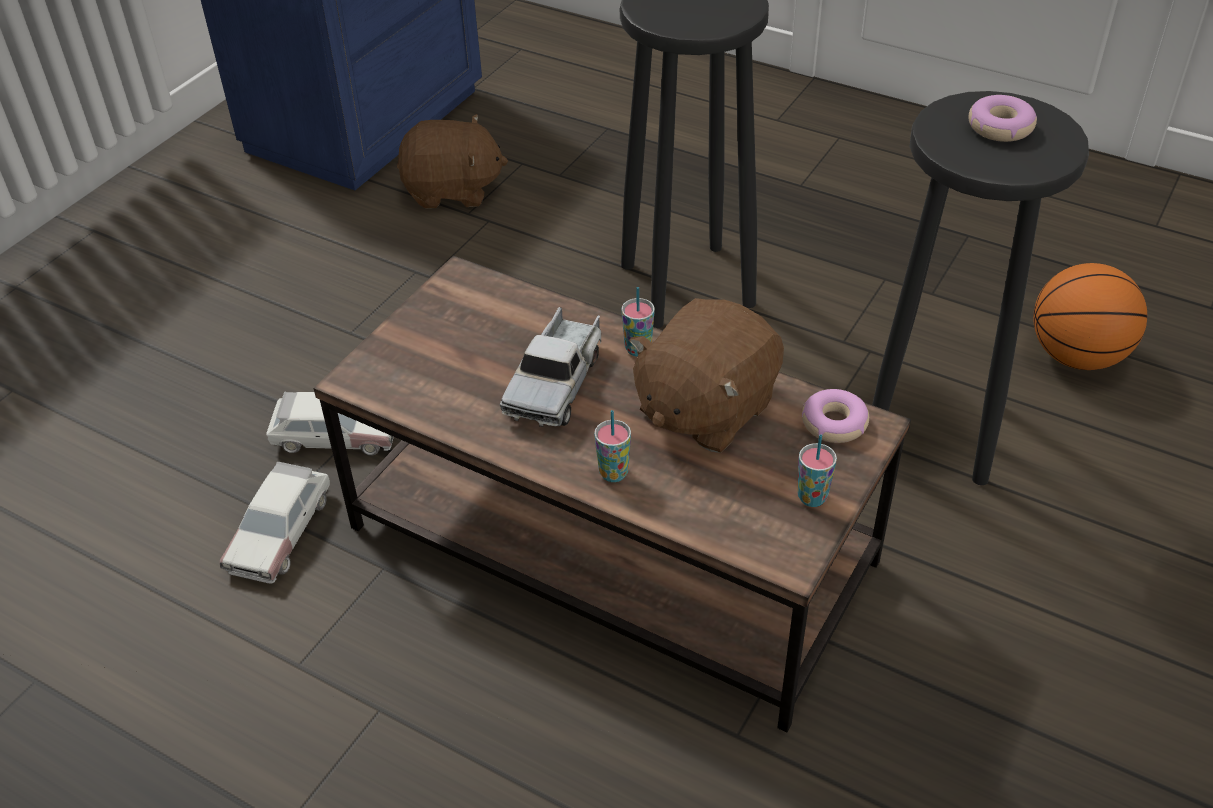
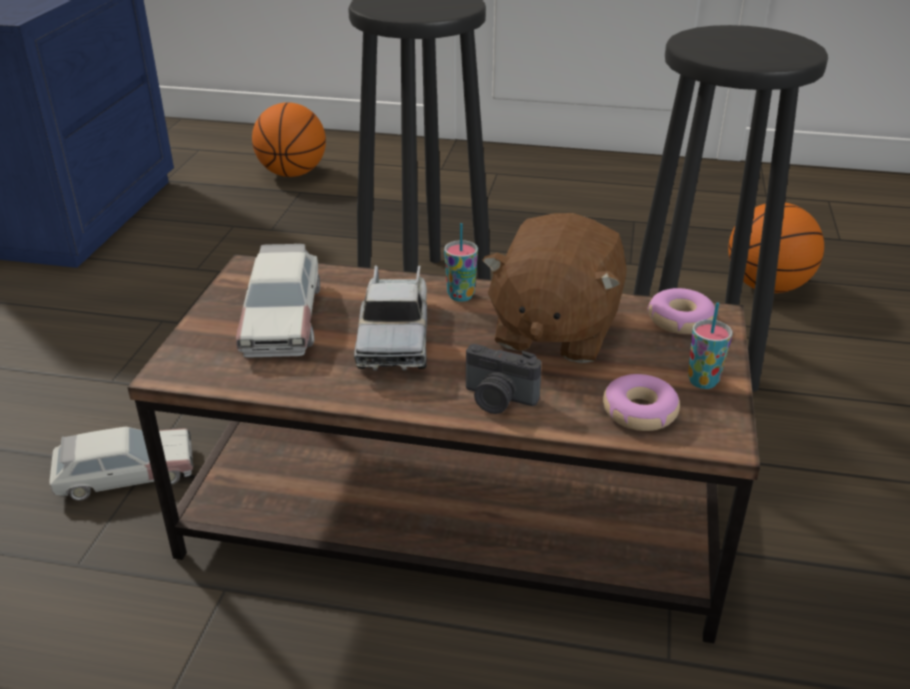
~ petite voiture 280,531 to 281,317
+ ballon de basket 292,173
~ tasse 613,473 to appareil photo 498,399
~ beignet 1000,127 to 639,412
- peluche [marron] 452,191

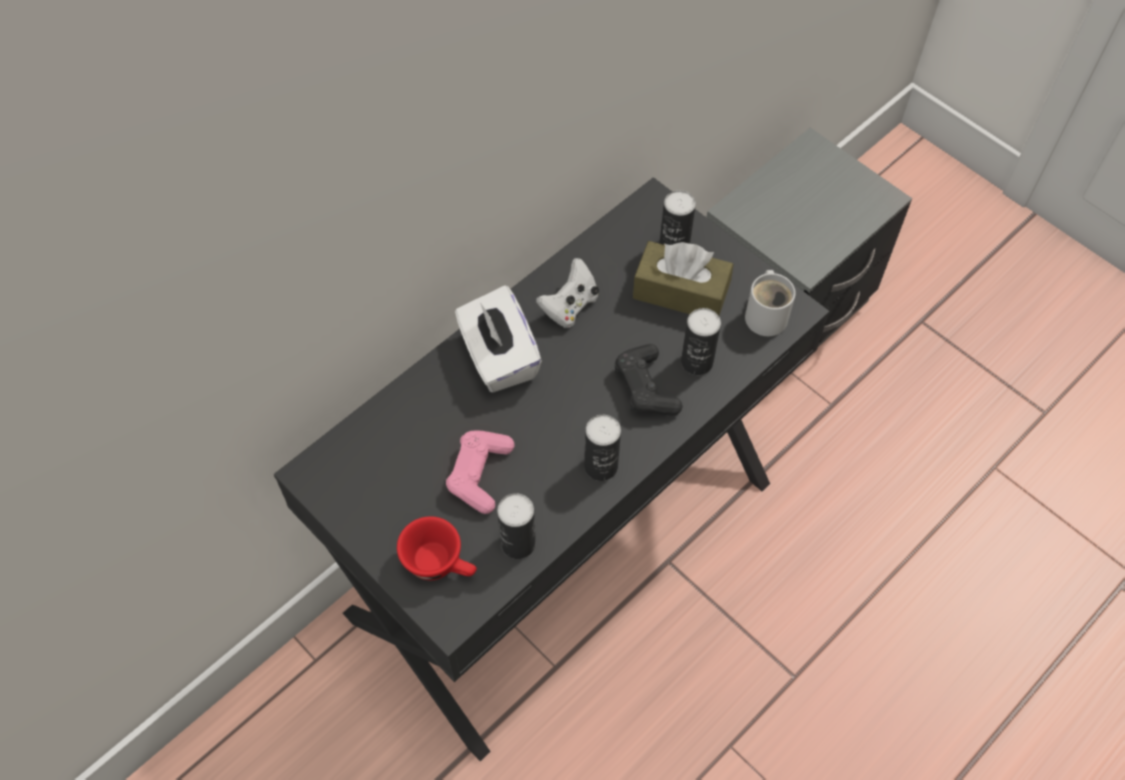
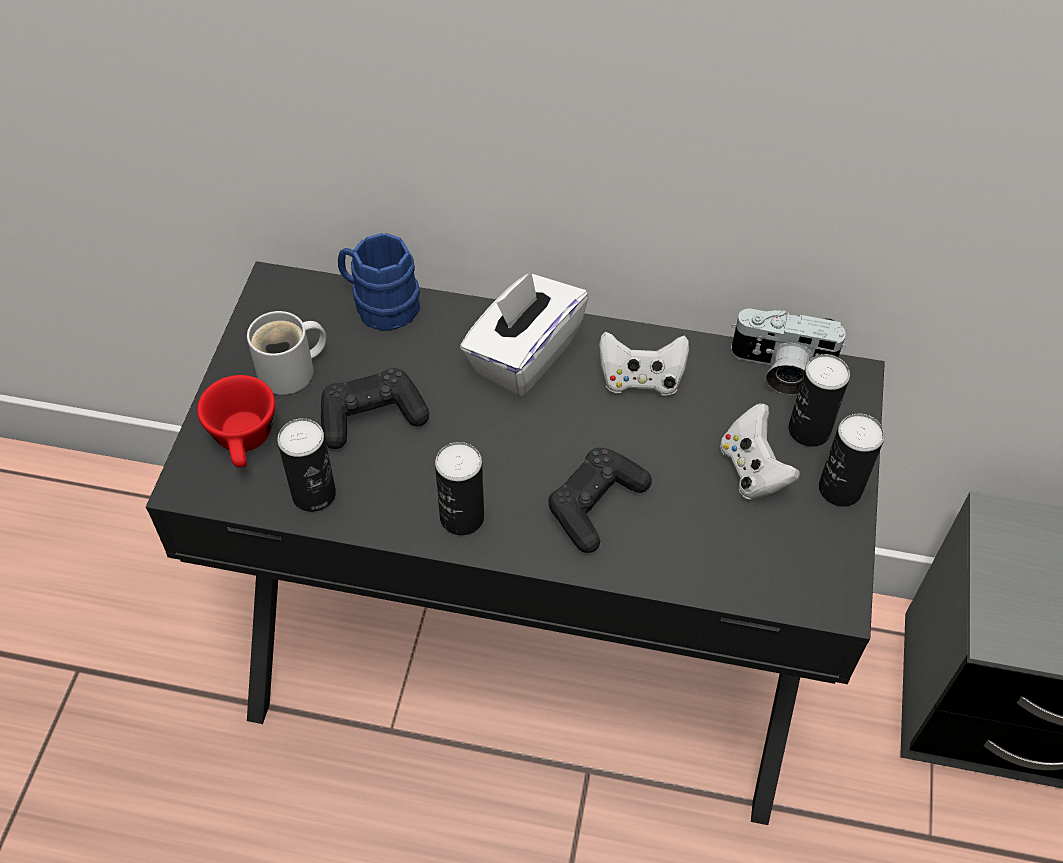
~ mug [blanc] 767,314 to 292,372
~ manette [rose] 480,474 to manette [noir] 372,417
+ mug [bleu] 379,305
~ boîte à mouchoirs [marron] 681,292 to manette [blanc] 752,470
+ appareil photo 780,370
~ boîte métallique 697,362 to 840,489

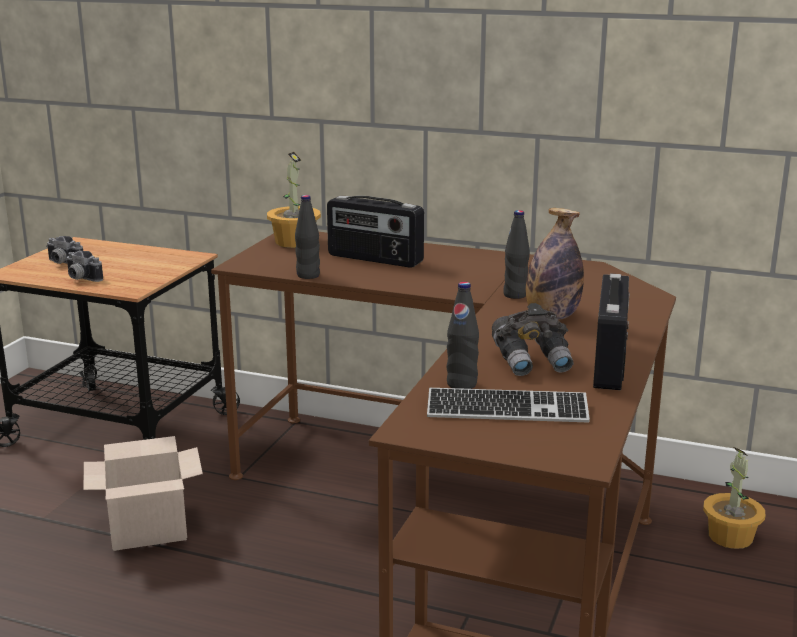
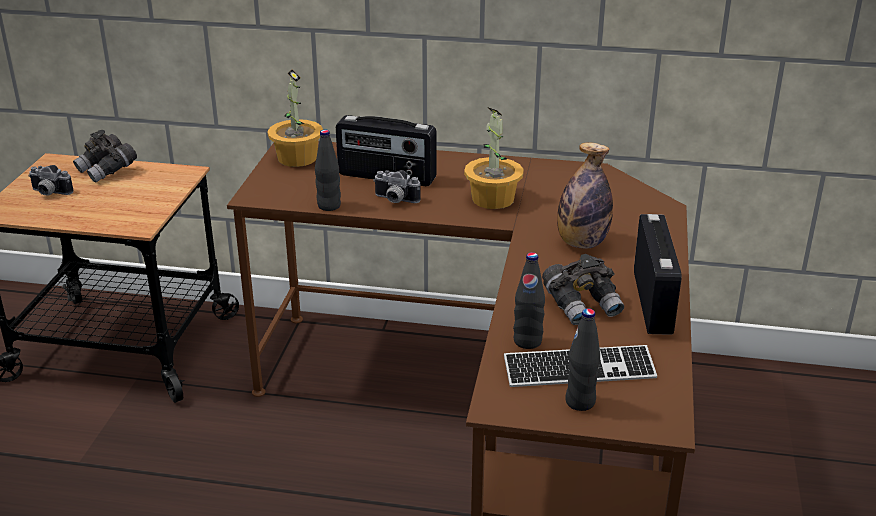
+ jumelles [gris] 108,171
~ appareil photo 80,279 to 394,200
~ plante en pot 730,537 to 492,199
~ bouteille [noir] 515,295 to 580,402
- carton 150,528

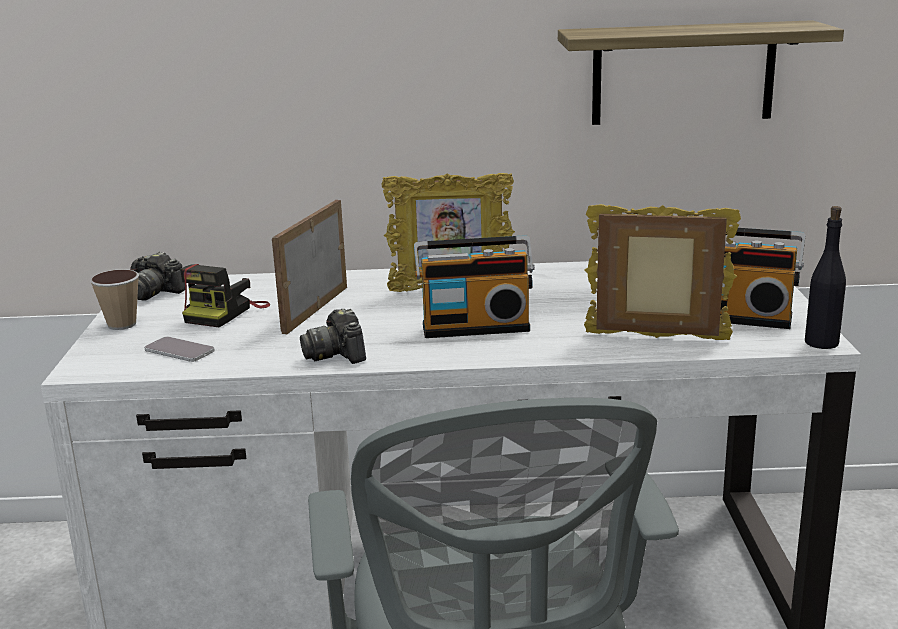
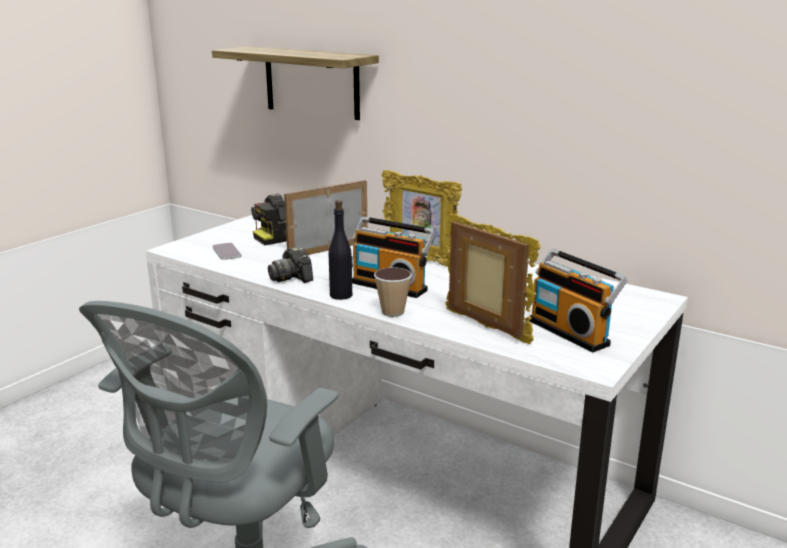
~ étagère 683,73 to 311,82
~ appareil photo 337,354 = 292,277 45 degrees counterclockwise
~ bouteille [noir] 821,342 to 341,295
~ tasse 122,324 to 393,312

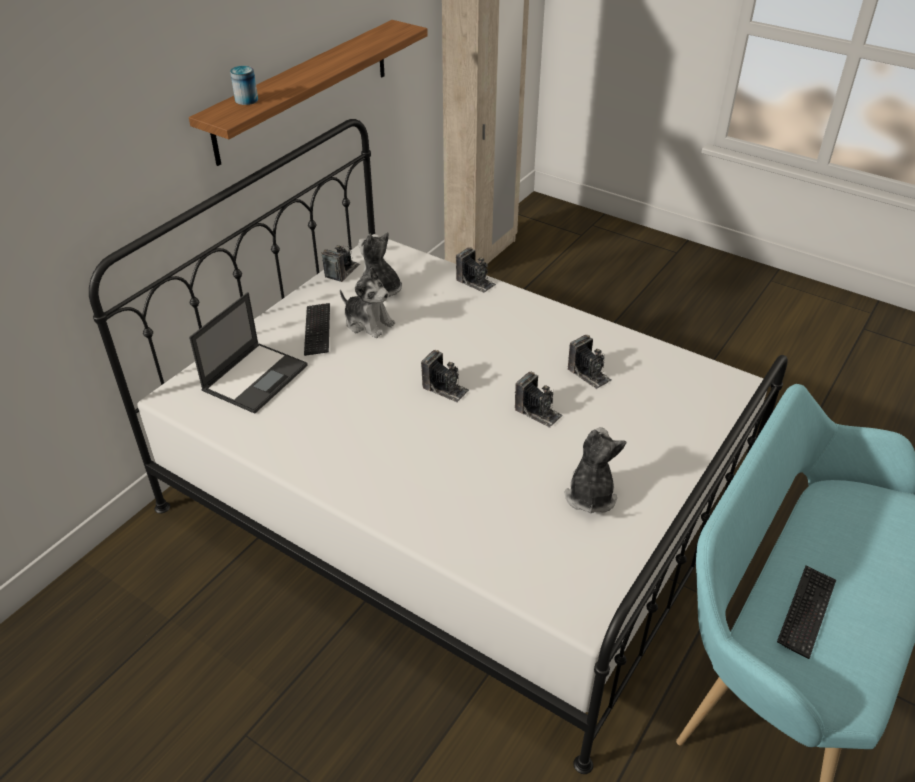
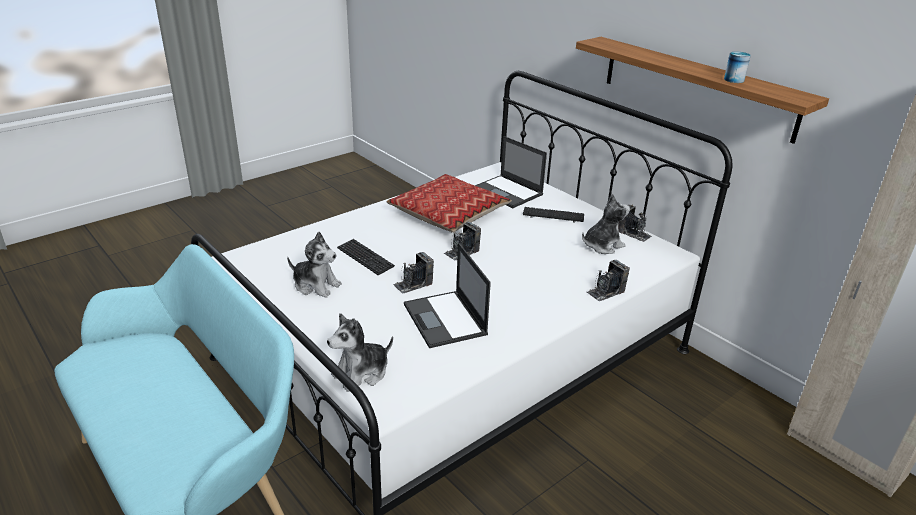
~ peluche 368,323 to 361,373
~ clavier 806,612 to 365,258
+ coussin 449,213
~ appareil photo 589,374 to ordinateur portable 445,320
~ boîte métallique 246,100 to 734,80

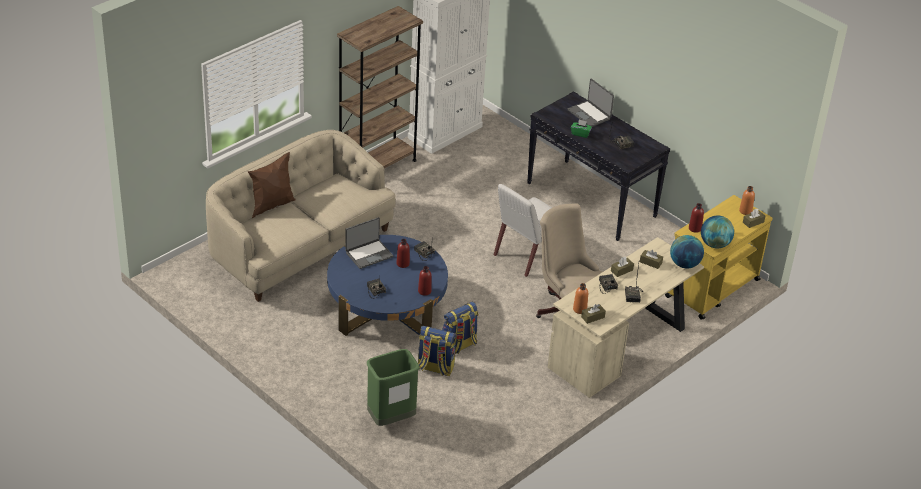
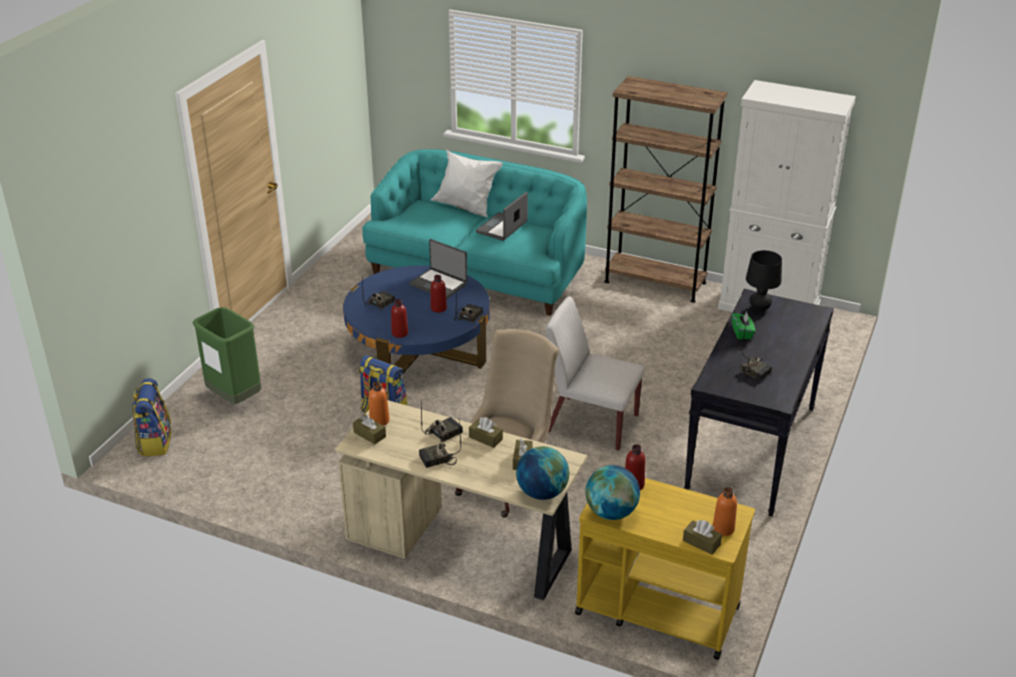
~ sac à dos 435,368 to 154,442
~ canapé [beige] 299,246 to canapé [turquoise] 478,272
~ coussin [marron] 272,206 to coussin [blanc] 466,208
~ ordinateur portable 589,114 to 502,228
+ lampe de table [noir] 759,308

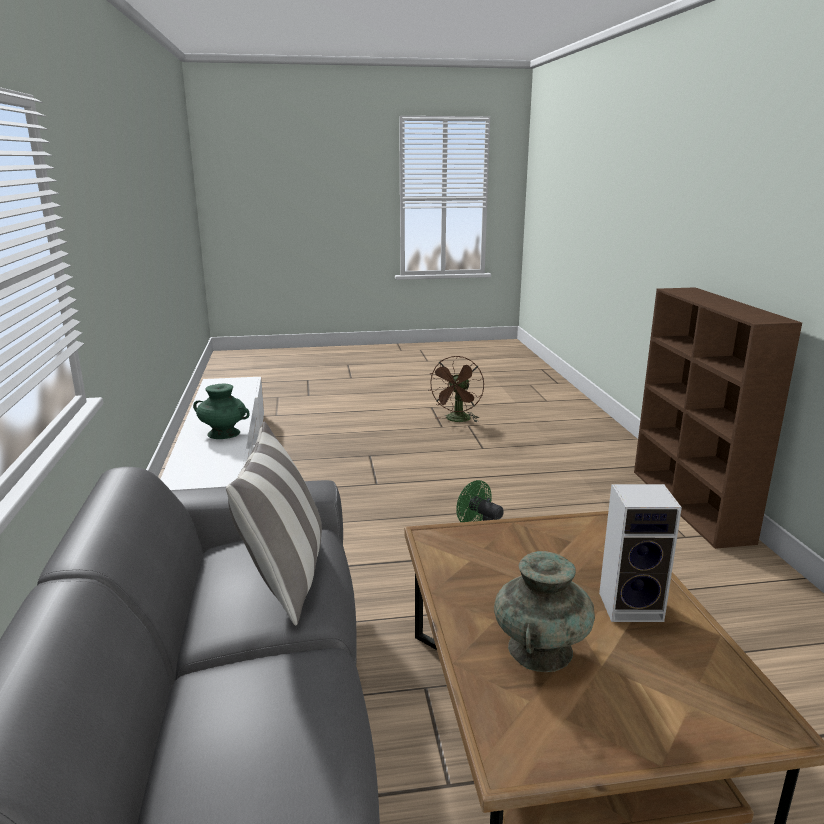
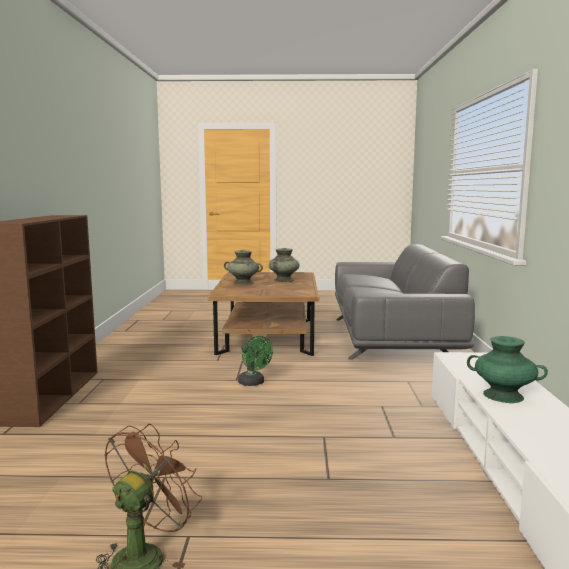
~ enceinte 632,606 to vase [turquoise] 243,283
- coussin 284,579

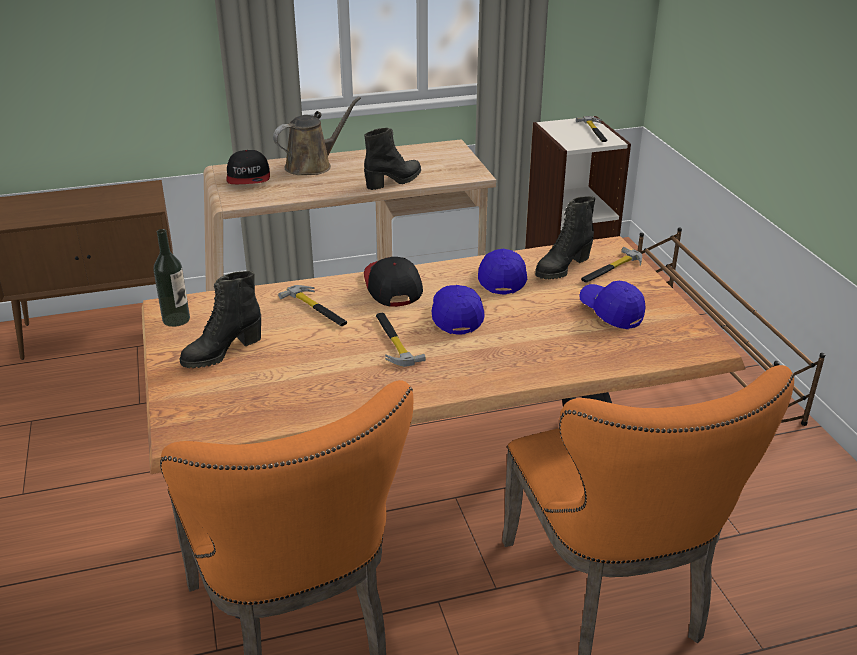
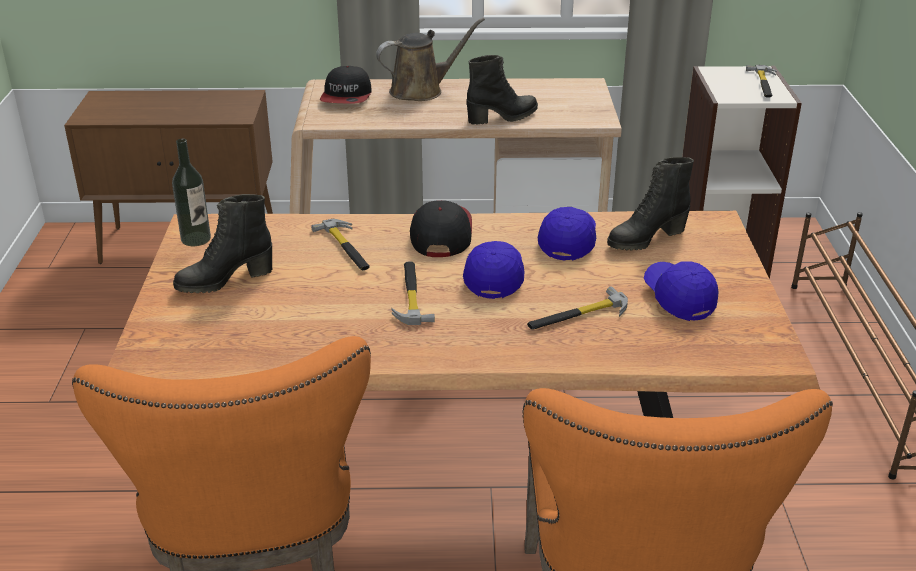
~ marteau 611,269 to 578,316

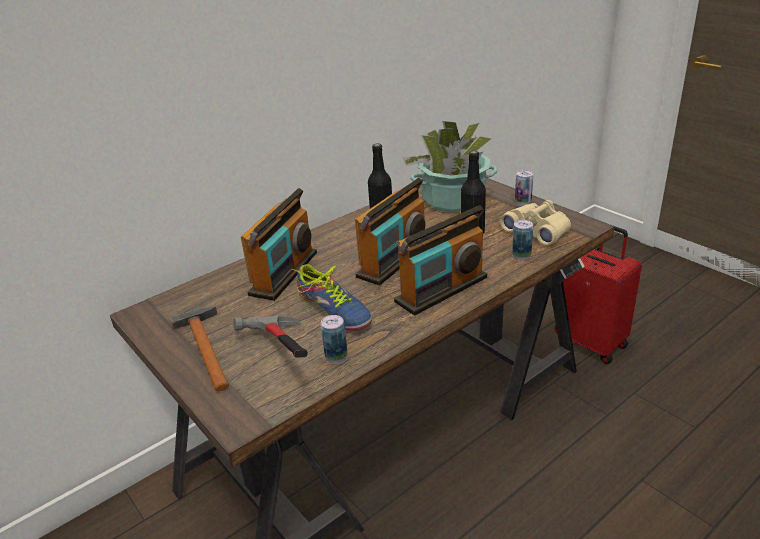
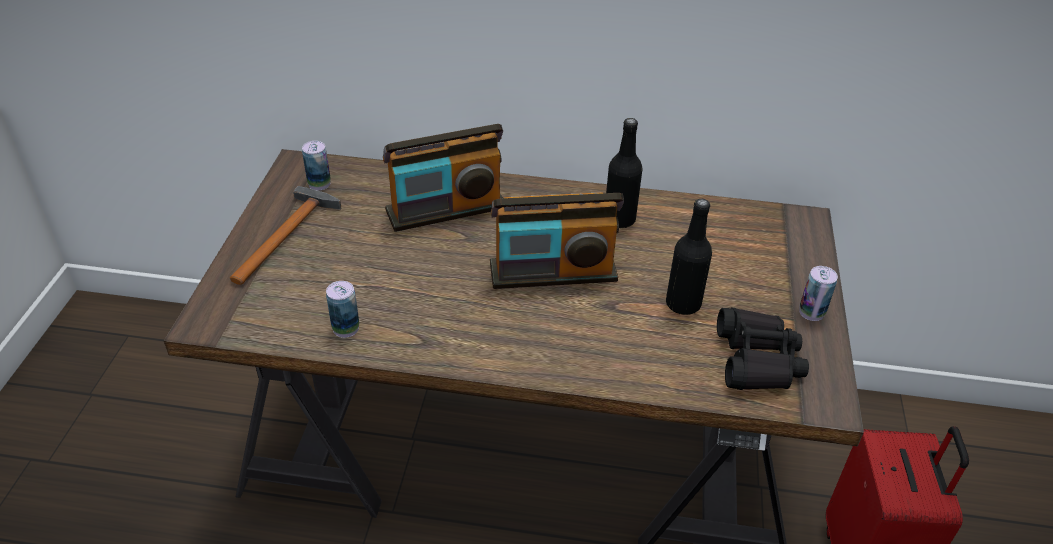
~ boîte métallique 521,256 to 319,184
~ jumelles [beige] 538,230 to jumelles [noir] 757,360
- marteau 277,355
- chaussure 334,309
- radio 442,290
- plante en pot 454,200

